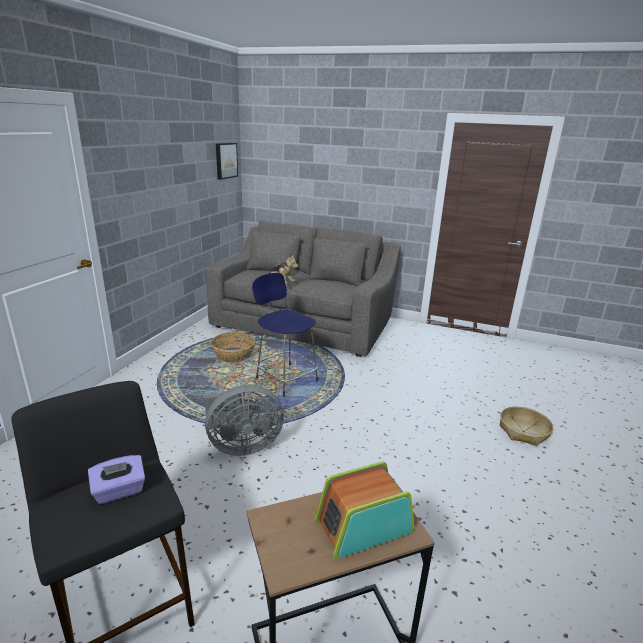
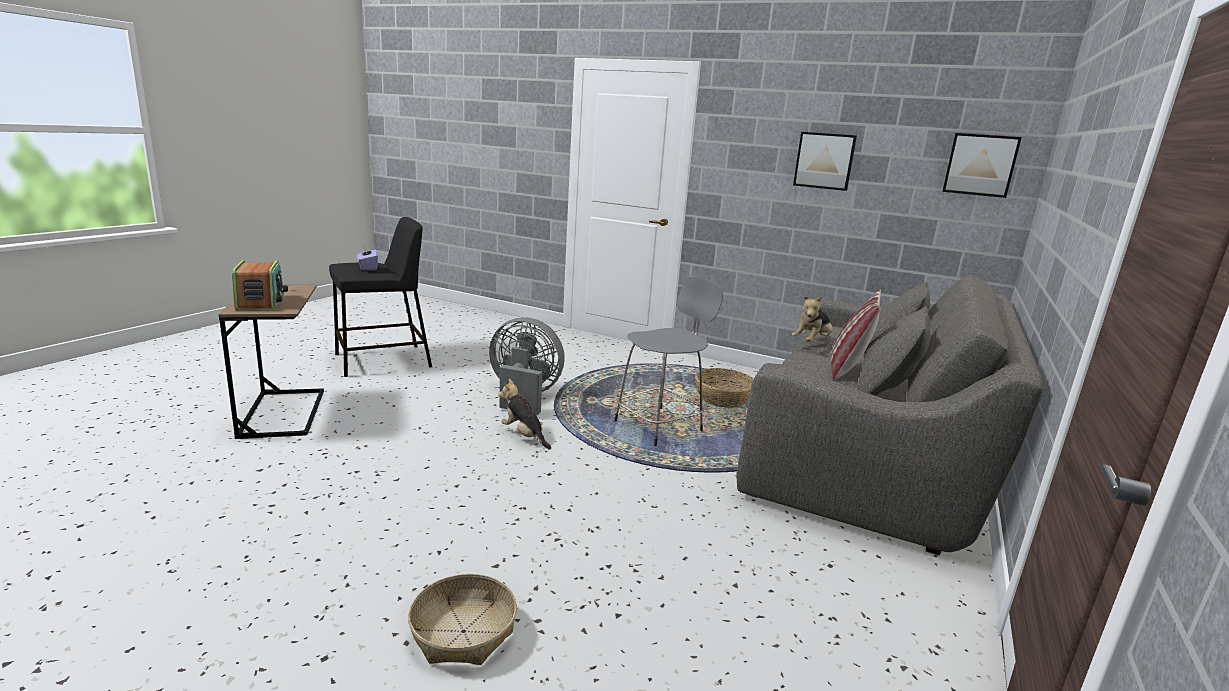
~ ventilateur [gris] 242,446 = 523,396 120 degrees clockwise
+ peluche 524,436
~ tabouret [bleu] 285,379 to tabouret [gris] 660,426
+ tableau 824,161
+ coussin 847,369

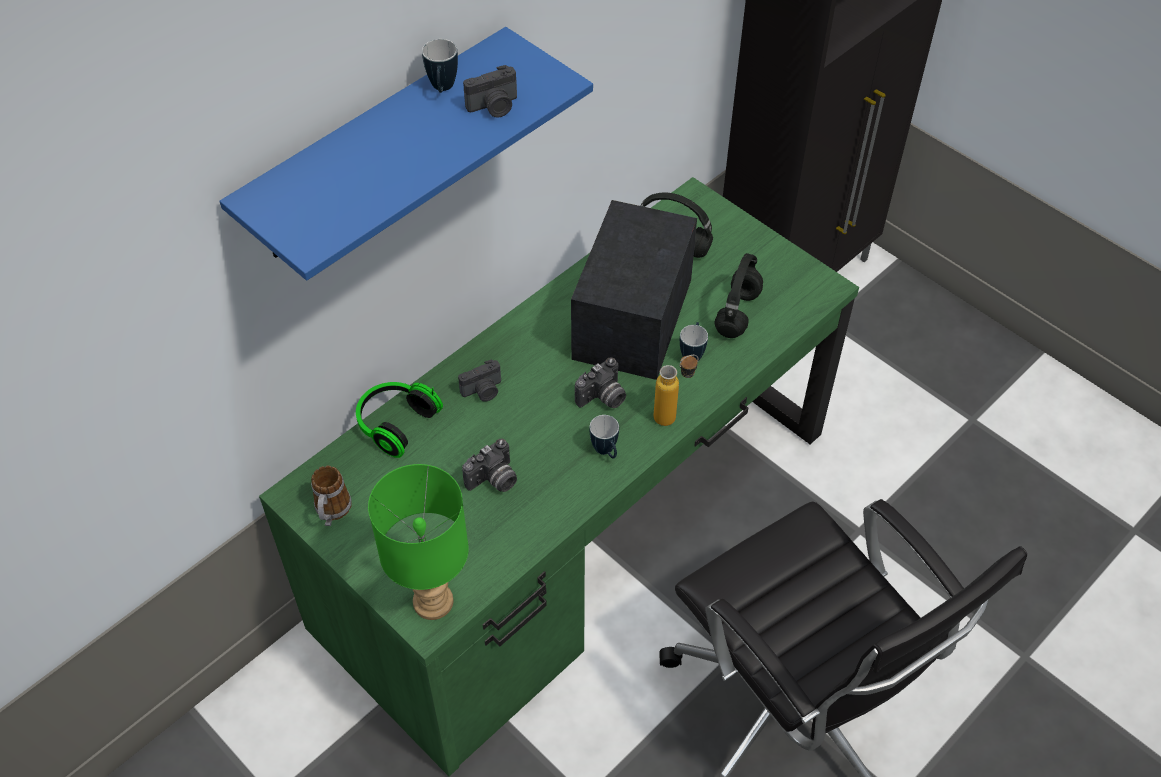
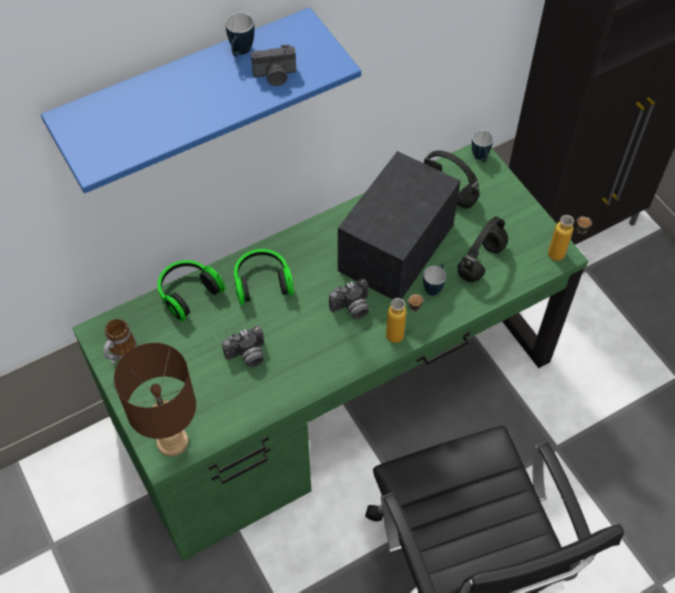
~ lampe de table [vert] 432,603 to lampe de table [marron] 171,442
~ appareil photo 483,391 to casque audio 262,282
~ mug 606,452 to 480,158
+ bouteille 563,256

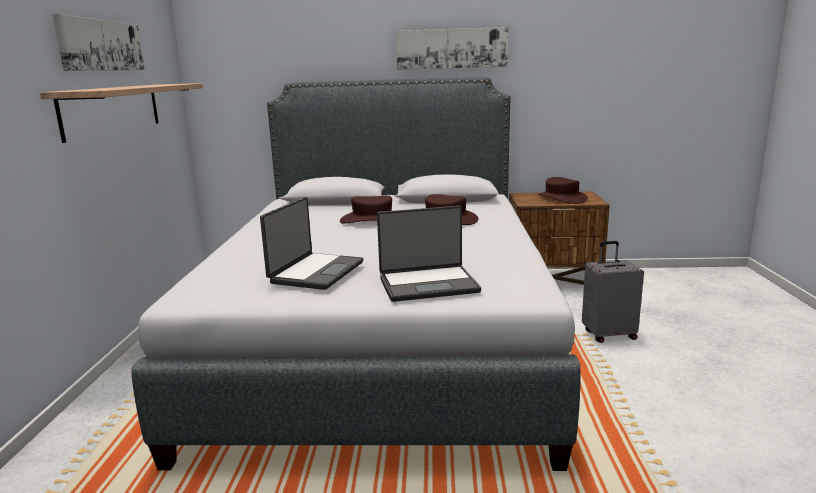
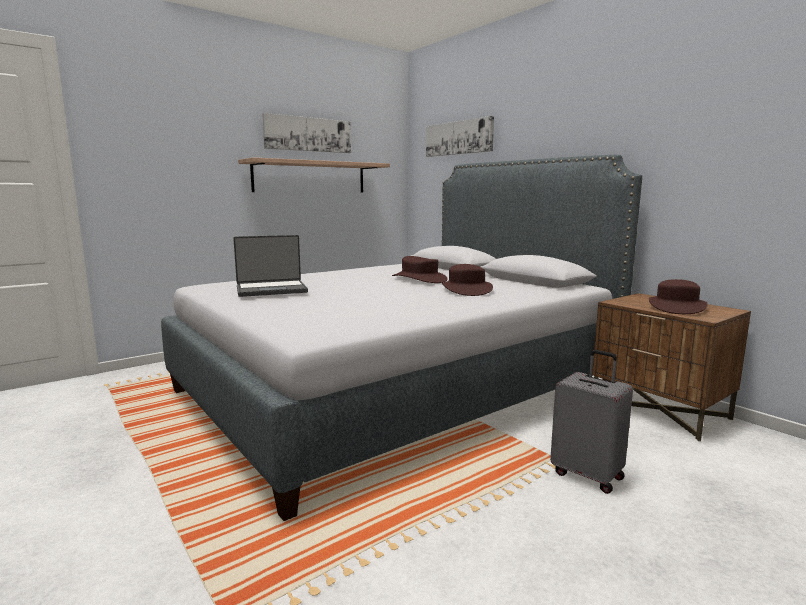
~ tableau 451,48 to 459,138
- ordinateur portable 428,284

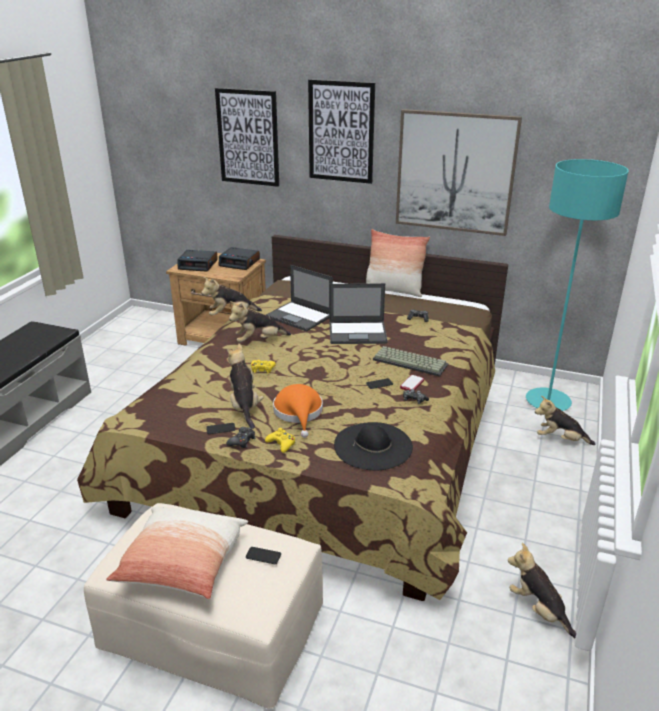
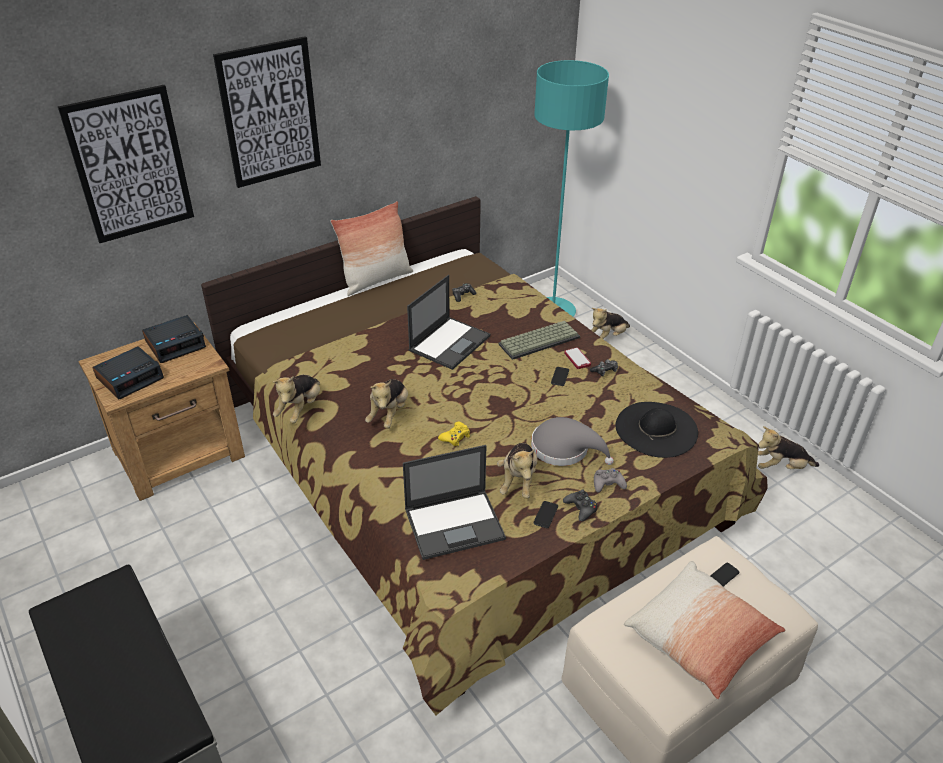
~ ordinateur portable 300,316 to 455,523
~ peluche 244,406 = 518,481 105 degrees counterclockwise
~ chapeau [orange] 299,413 to chapeau [gris] 565,449
~ manette [jaune] 281,444 to manette [gris] 608,484
- tableau 455,172

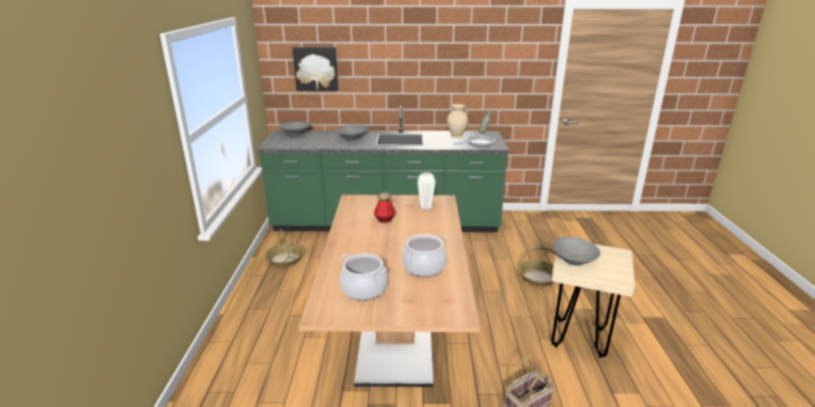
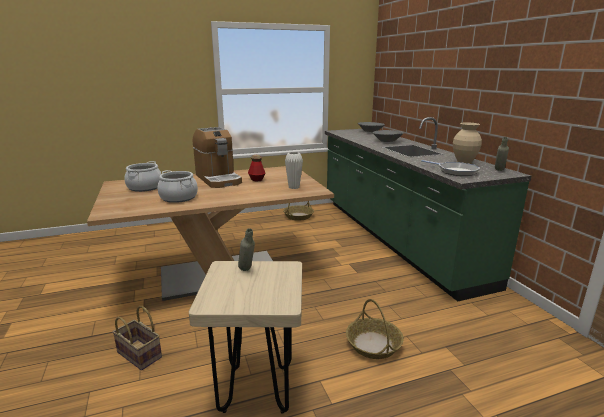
+ machine à café 218,179
~ bol [gris] 574,260 to bouteille [gris] 247,271
- tableau 316,69

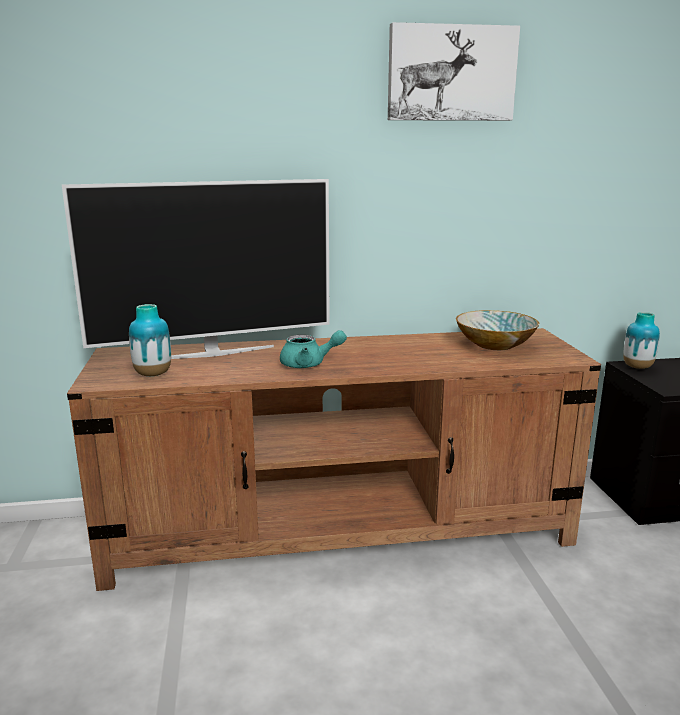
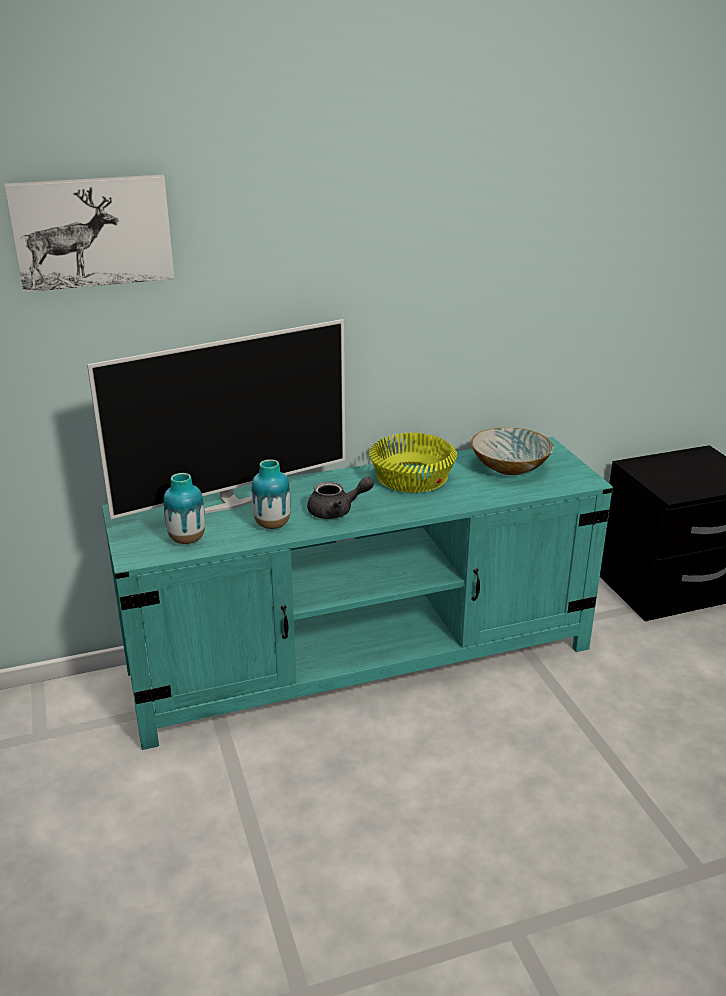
~ tableau 450,74 to 92,231
~ meuble télé [marron] 341,531 to meuble télé [turquoise] 364,660
~ vase 637,367 to 272,525
~ théière [turquoise] 309,364 to théière [gris] 337,511
+ bol [jaune] 412,478

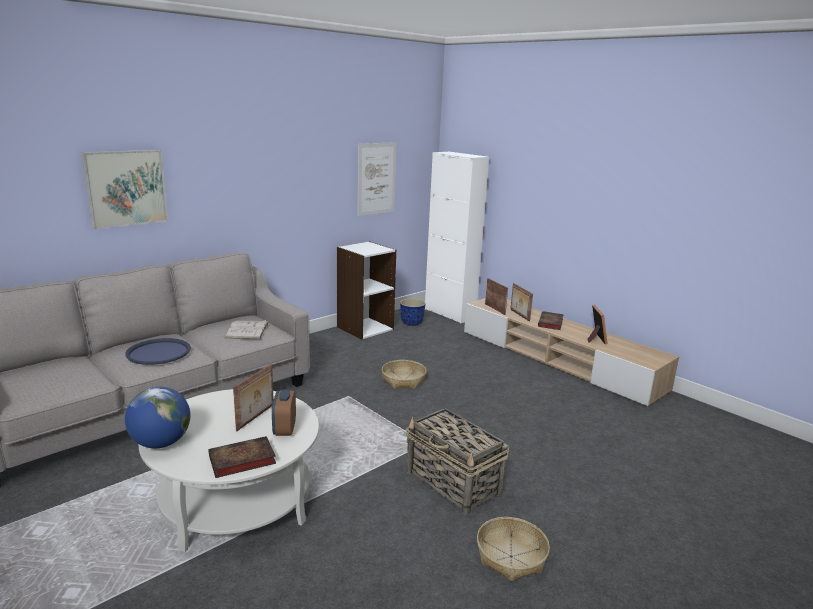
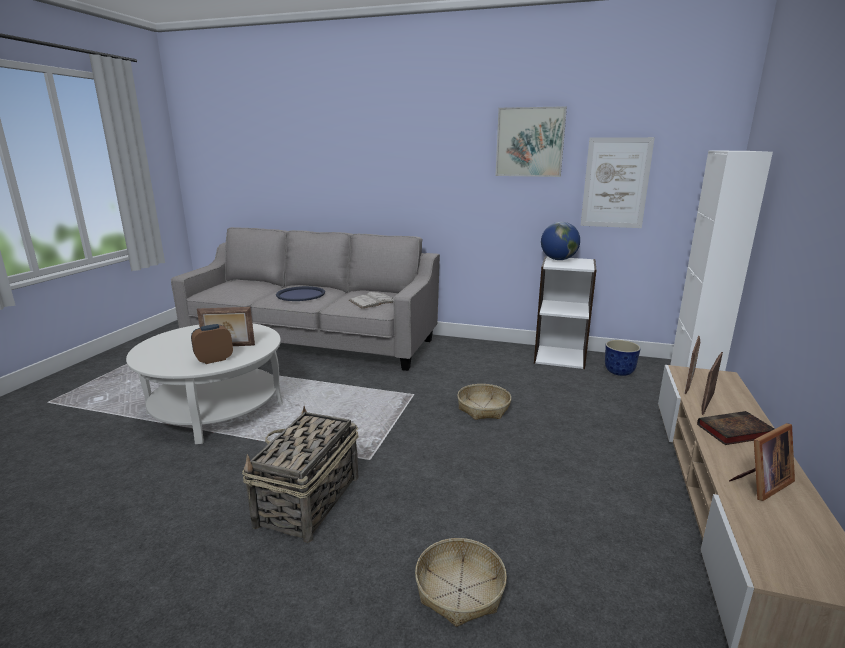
~ panier 511,556 to 460,590
~ tableau 126,188 to 530,142
~ globe 161,443 to 558,259
- livre 240,461

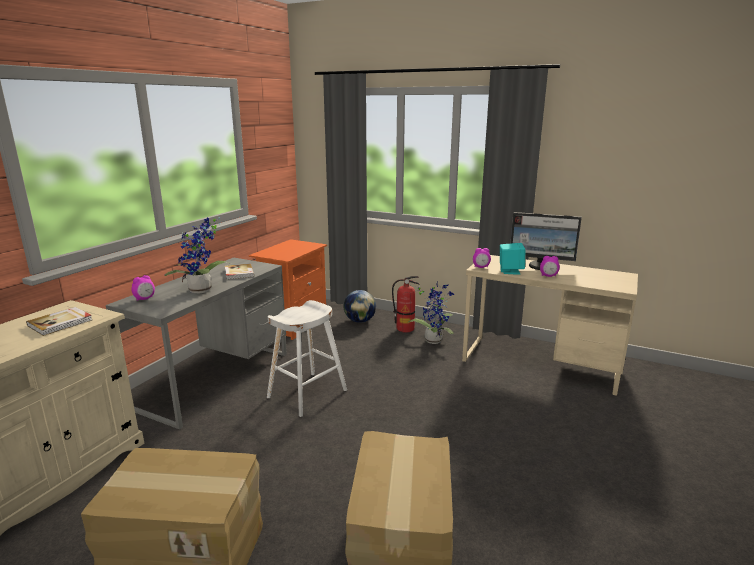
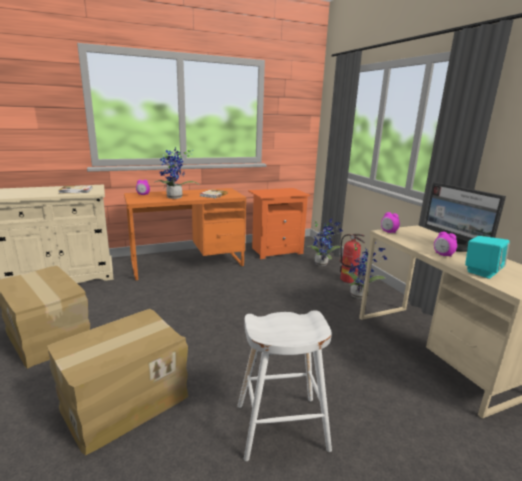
~ bureau [gris] 215,379 to bureau [orange] 188,264
~ tabouret [blanc] 307,393 to 281,426
~ globe 360,321 to plante en pot 322,263
~ enceinte [turquoise] 510,271 to 481,272

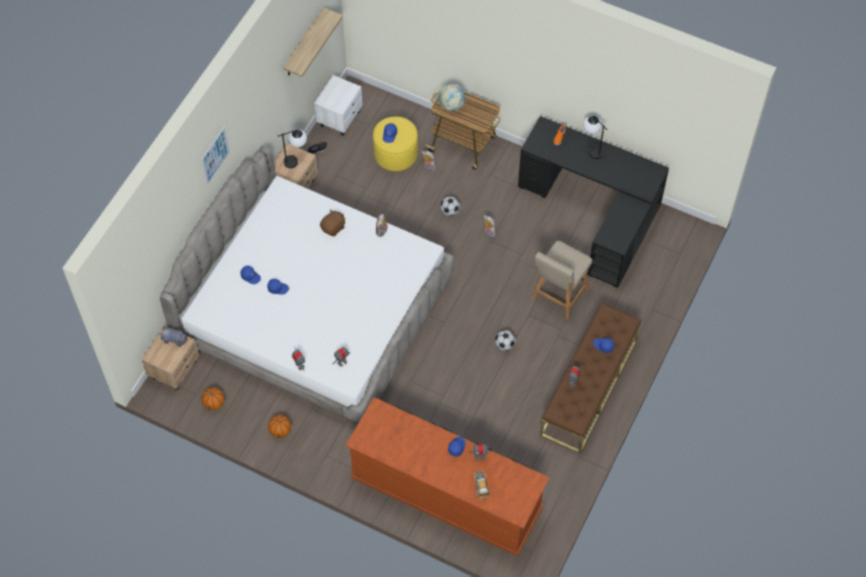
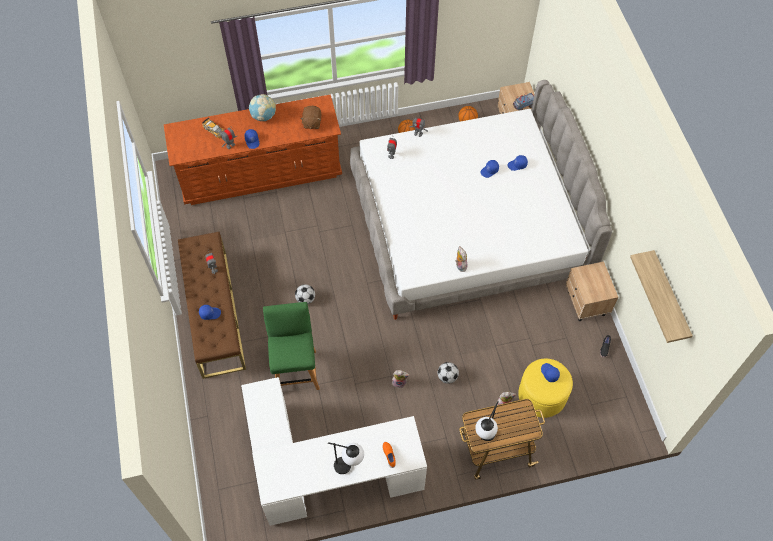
~ bureau [noir] 596,213 to bureau [blanc] 323,472
~ globe 451,105 to 263,116
~ chaise [beige] 558,296 to chaise [vert] 295,369
~ peluche [marron] 333,228 to 312,123
~ lampe de table 296,160 to 484,439
- tableau 215,155
- table de chevet [blanc] 340,118

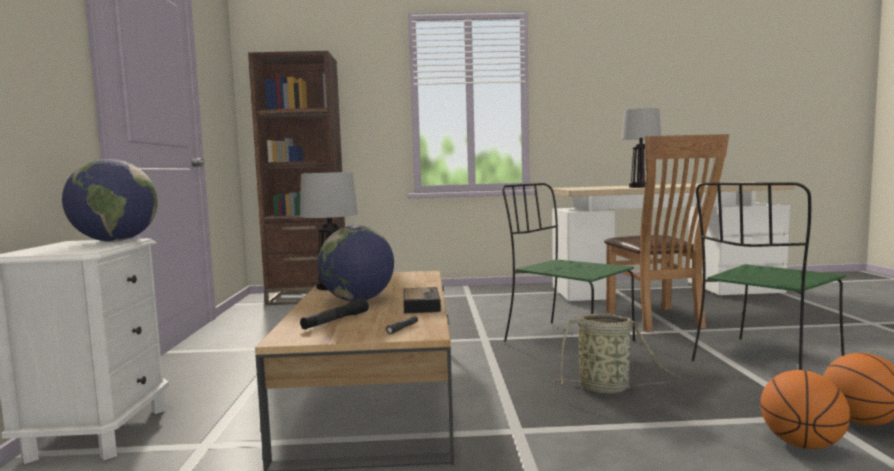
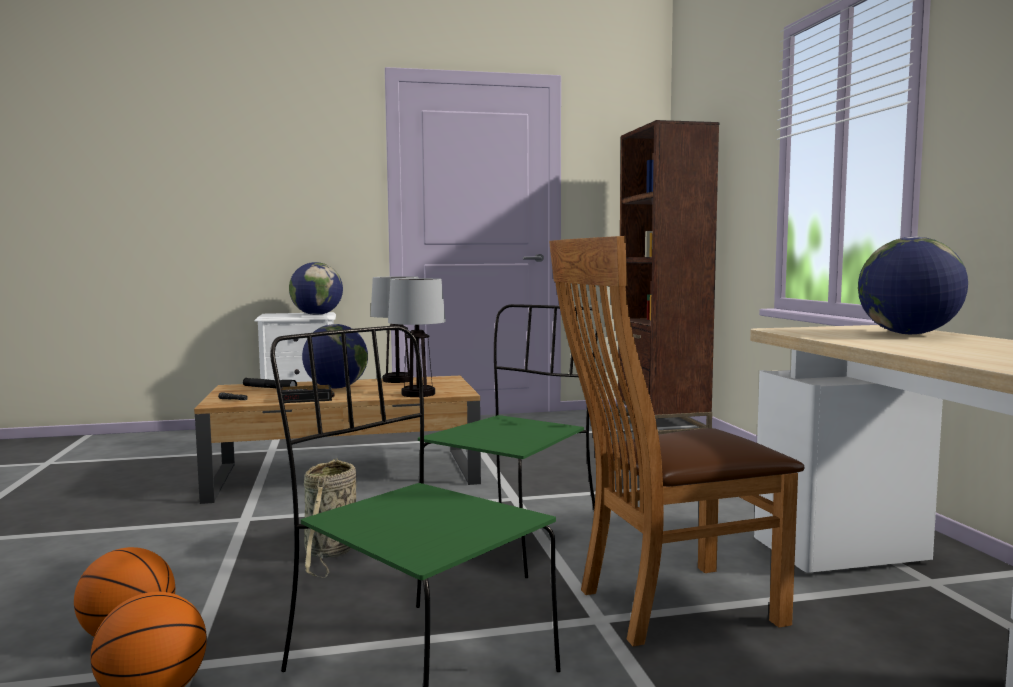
~ lampe de table 640,187 to 418,394
+ globe 908,334

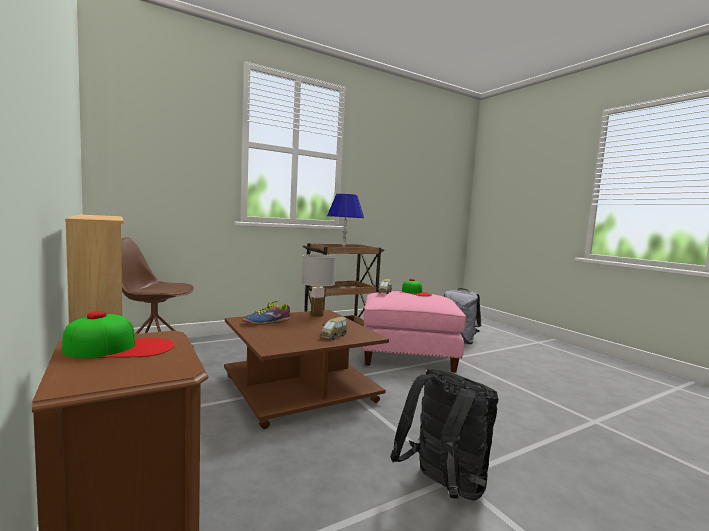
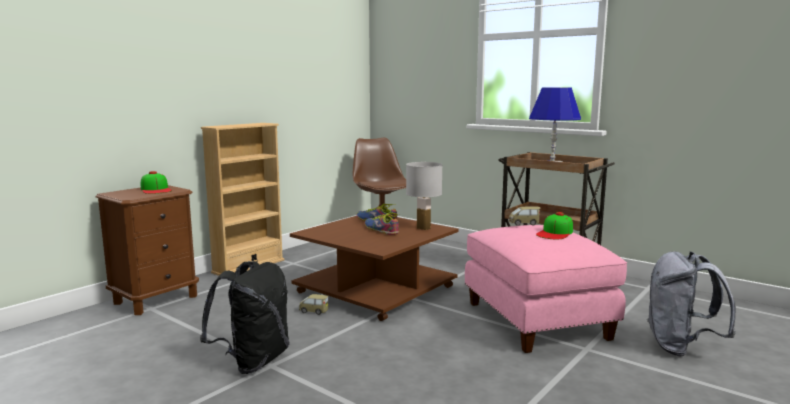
~ petite voiture 333,336 to 313,311
+ chaussure 381,230

